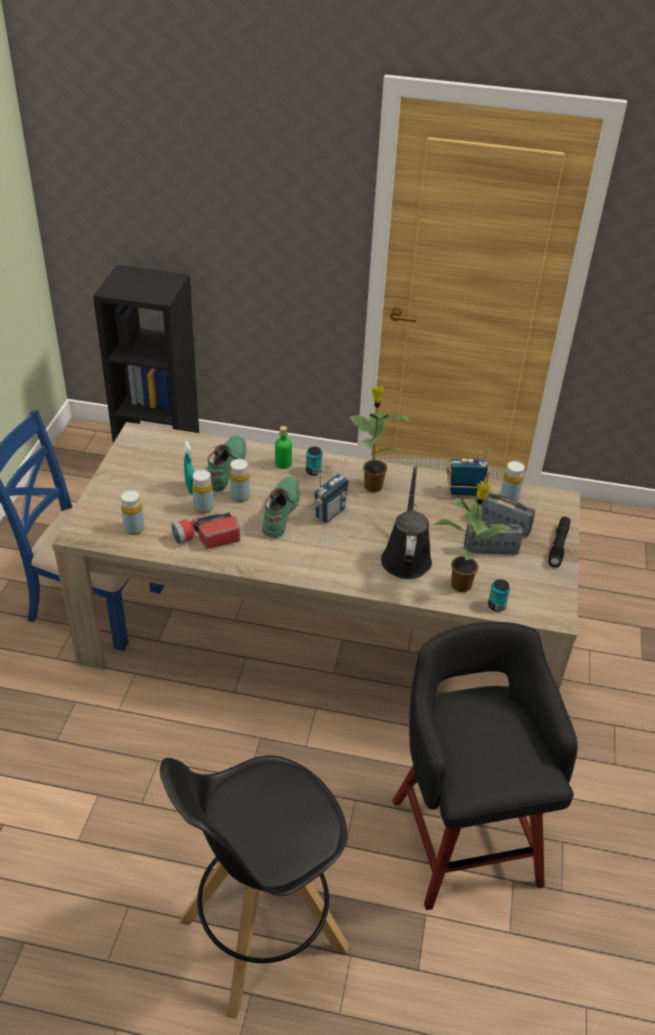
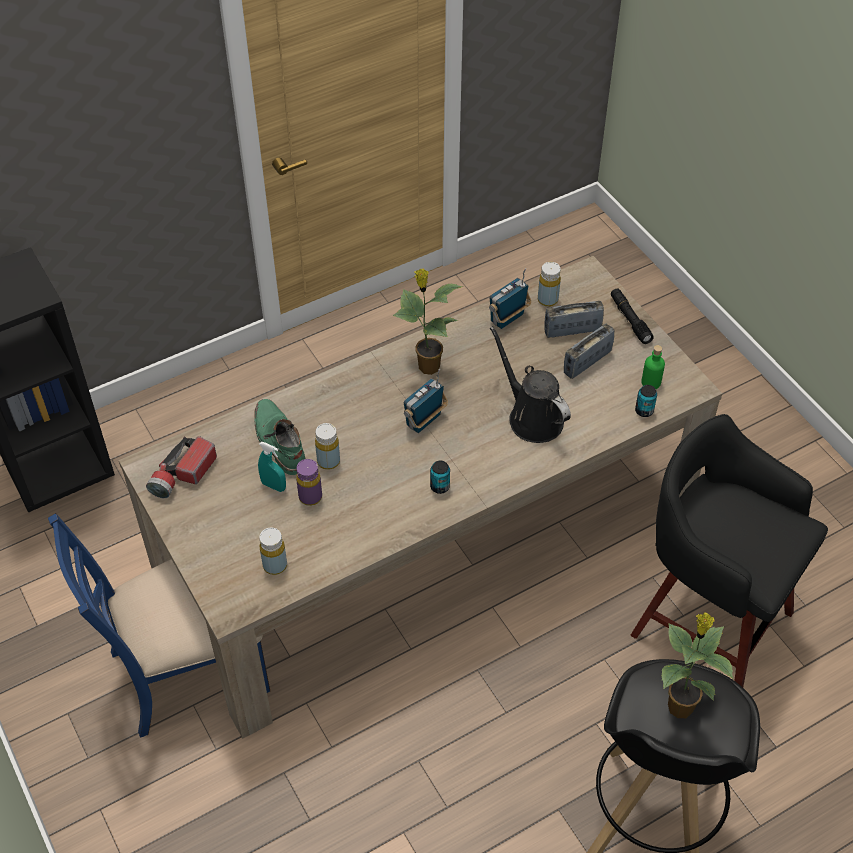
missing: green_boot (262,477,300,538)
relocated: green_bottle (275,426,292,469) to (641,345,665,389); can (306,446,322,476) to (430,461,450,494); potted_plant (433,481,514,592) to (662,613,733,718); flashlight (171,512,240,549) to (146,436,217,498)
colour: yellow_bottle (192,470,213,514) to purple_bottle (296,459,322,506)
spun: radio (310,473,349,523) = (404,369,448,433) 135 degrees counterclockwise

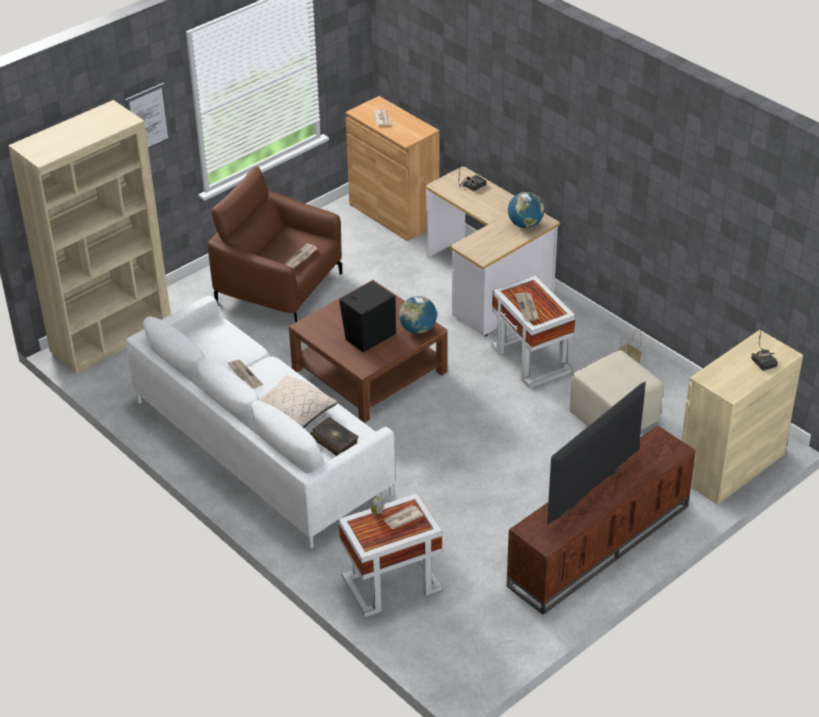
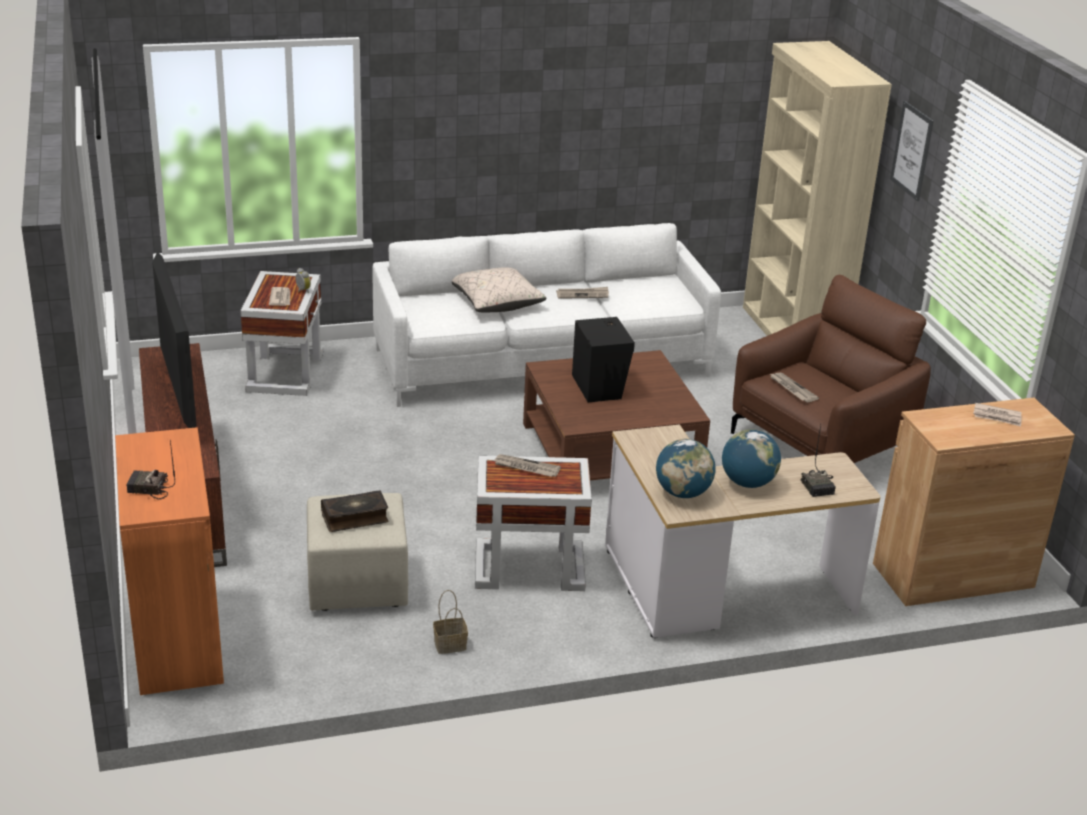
relocated: globe (399,296,437,334) to (722,429,781,488); book (310,417,359,456) to (321,490,388,532)
colour: beige_cabinet (681,330,803,505) to orange_cabinet (115,427,224,695)

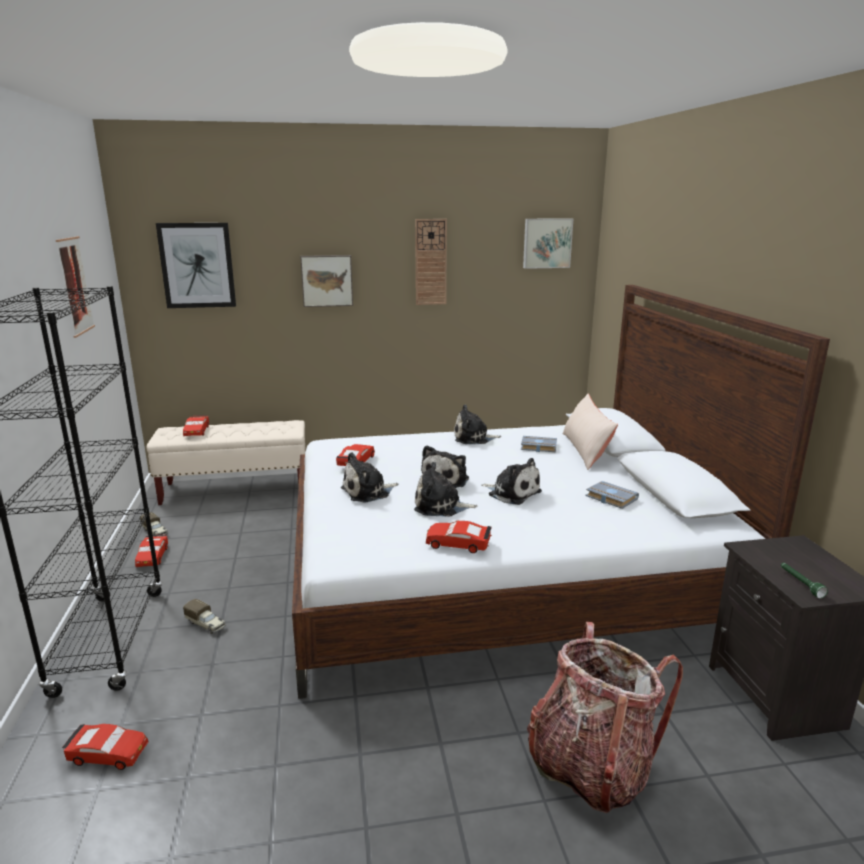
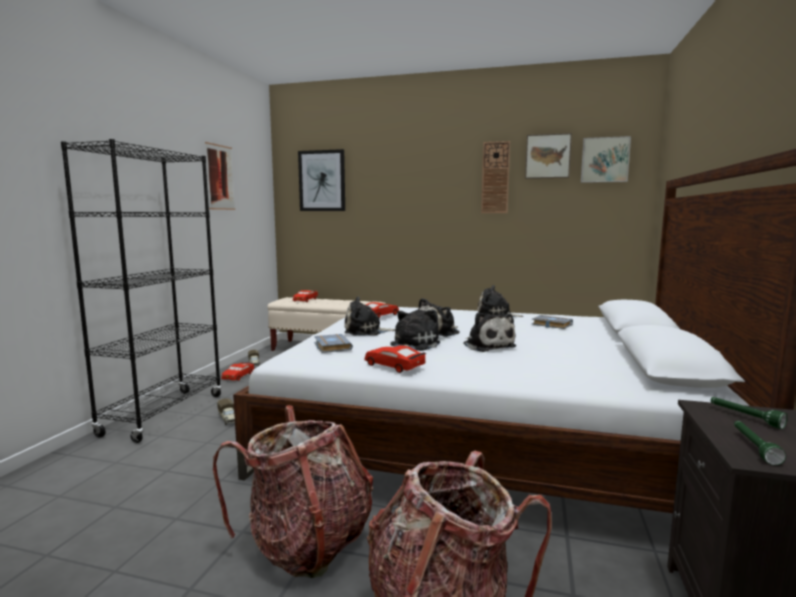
missing: beige_pillow (562,394,618,470); red_toy_car (62,724,149,770)
appeared: green_flashlight (711,397,788,429); backpack (213,405,373,578)
relocated: picture (300,255,353,307) to (525,133,572,179); grey_book (586,481,639,509) to (314,334,353,353)
spun: plush_toy (414,462,478,517) = (390,310,440,351) 90 degrees clockwise

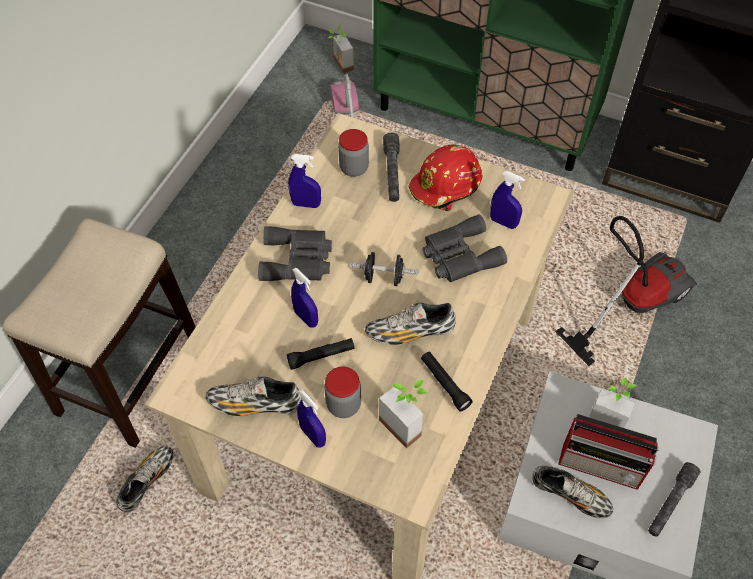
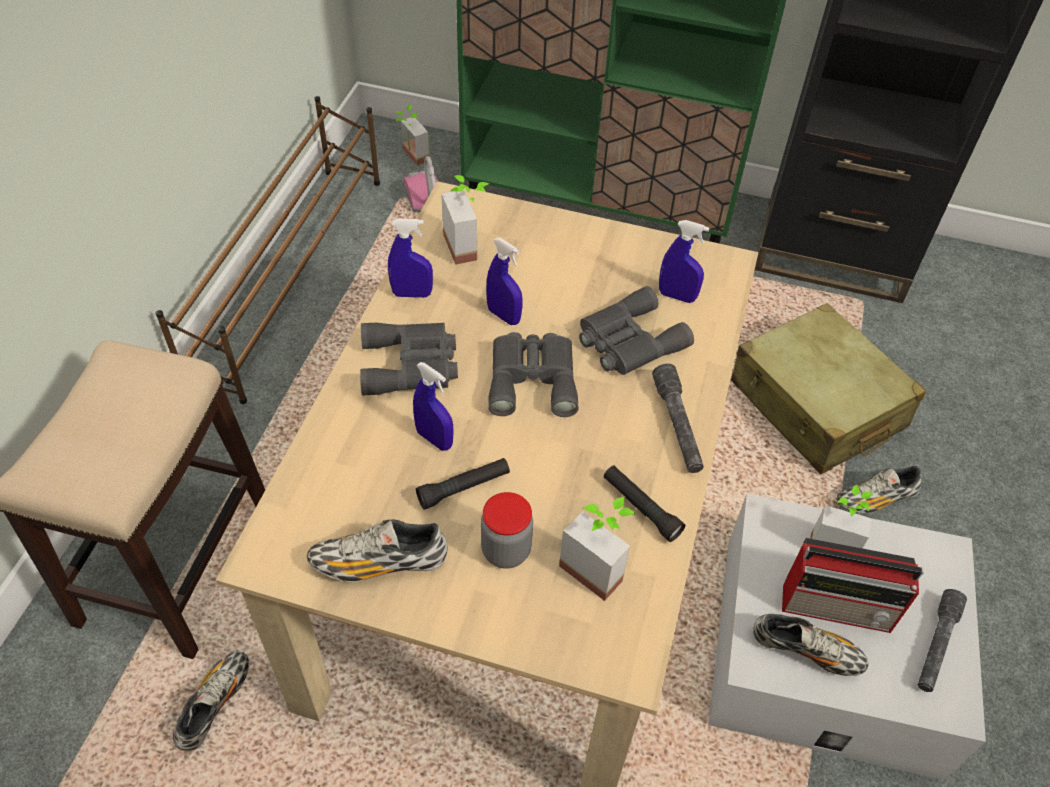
missing: red_hard_hat (408,145,482,211)
appeared: brown_shoe_rack (156,96,380,404)
relocated: grey_flashlight (383,132,400,202) to (652,363,704,473); shoe (365,303,456,345) to (837,466,922,513); blue_spray_bottle (297,389,326,448) to (486,238,523,325)
exchanged: jar (338,129,369,177) to potted_plant (441,175,489,265); vacuum_cleaner (555,216,697,366) to beige_suitcase (731,303,926,474); black_dumbbell (350,252,419,286) to grey_binoculars (488,332,578,417)

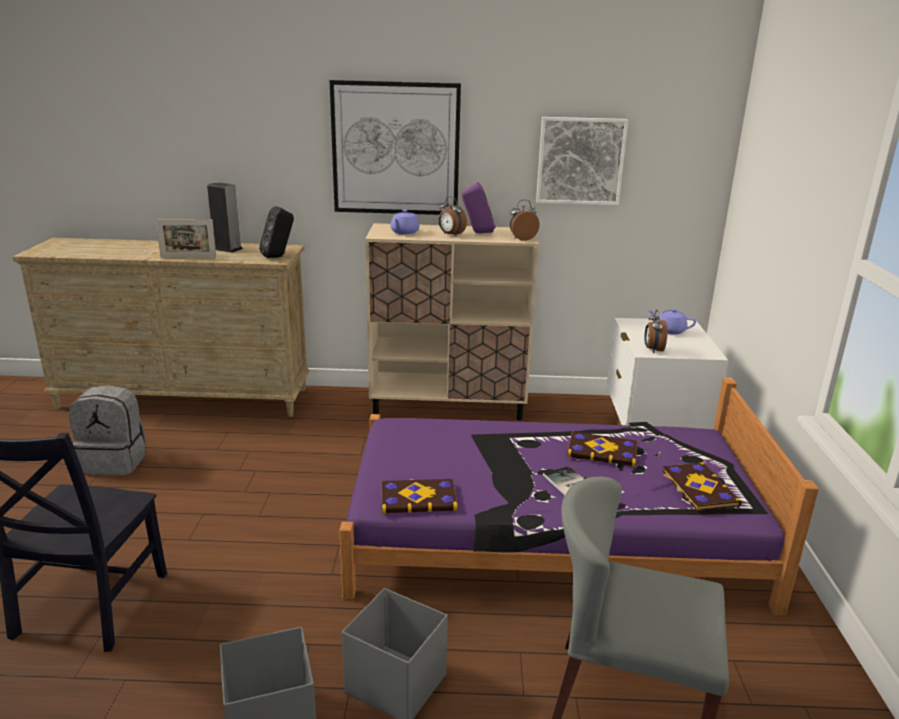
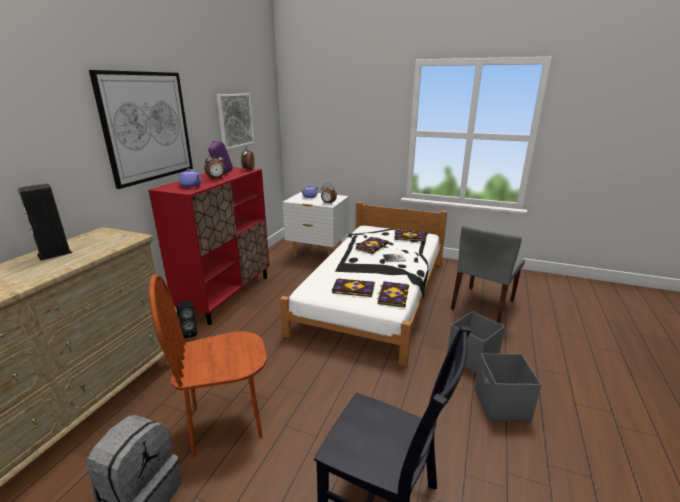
missing: picture_frame (156,219,216,258)
appeared: brown_chair (149,274,266,457); book (332,278,375,297)
relocated: black_speaker (259,206,294,258) to (178,300,197,338)
colour: beige_cabinet (365,223,539,420) to red_cabinet (148,167,269,325); purple_bed (339,378,819,615) to white_bed (280,202,447,366)

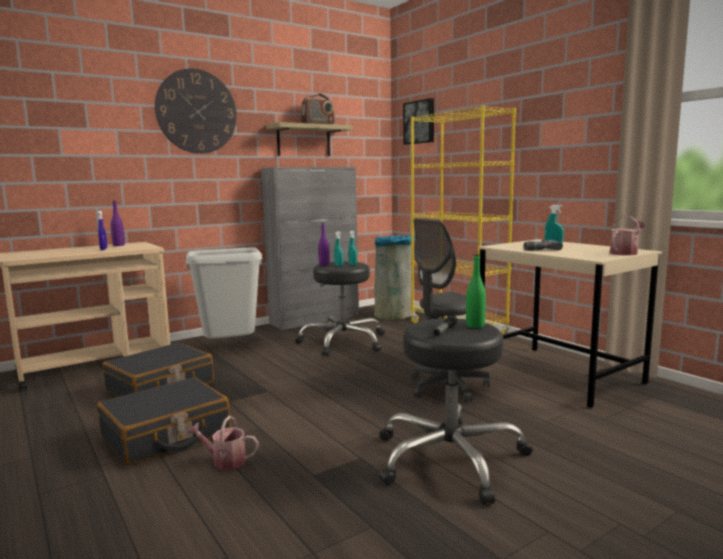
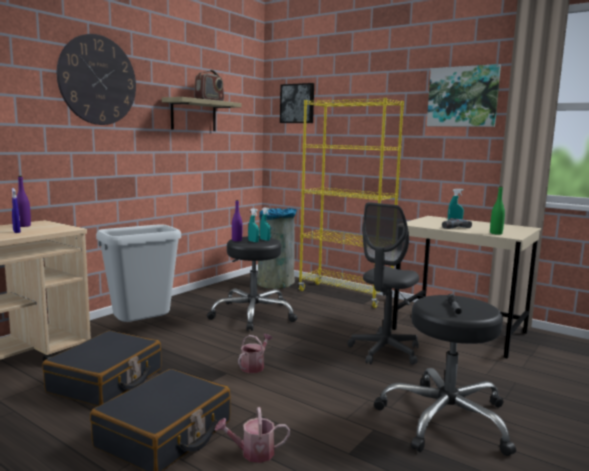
missing: grey_cabinet (261,167,359,330)
appeared: picture (427,64,501,127)
relocated: watering_can (610,216,645,255) to (238,334,273,373); green_bottle (466,254,486,328) to (490,186,505,235)

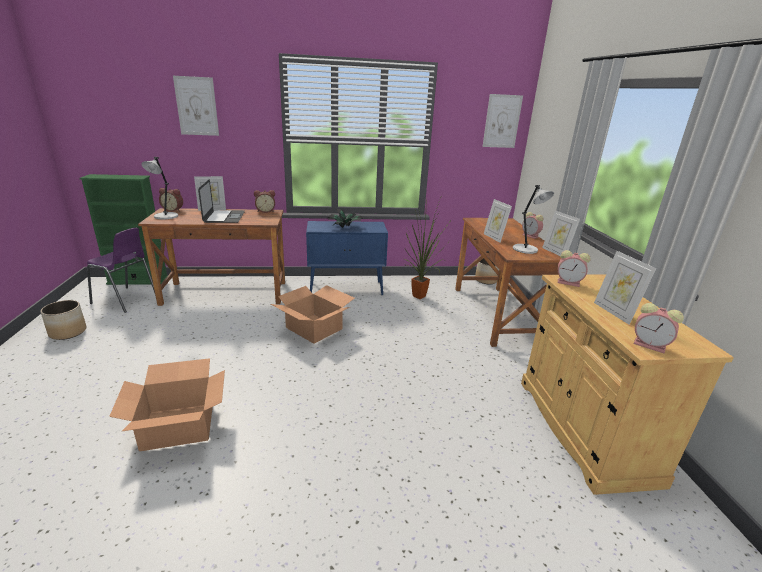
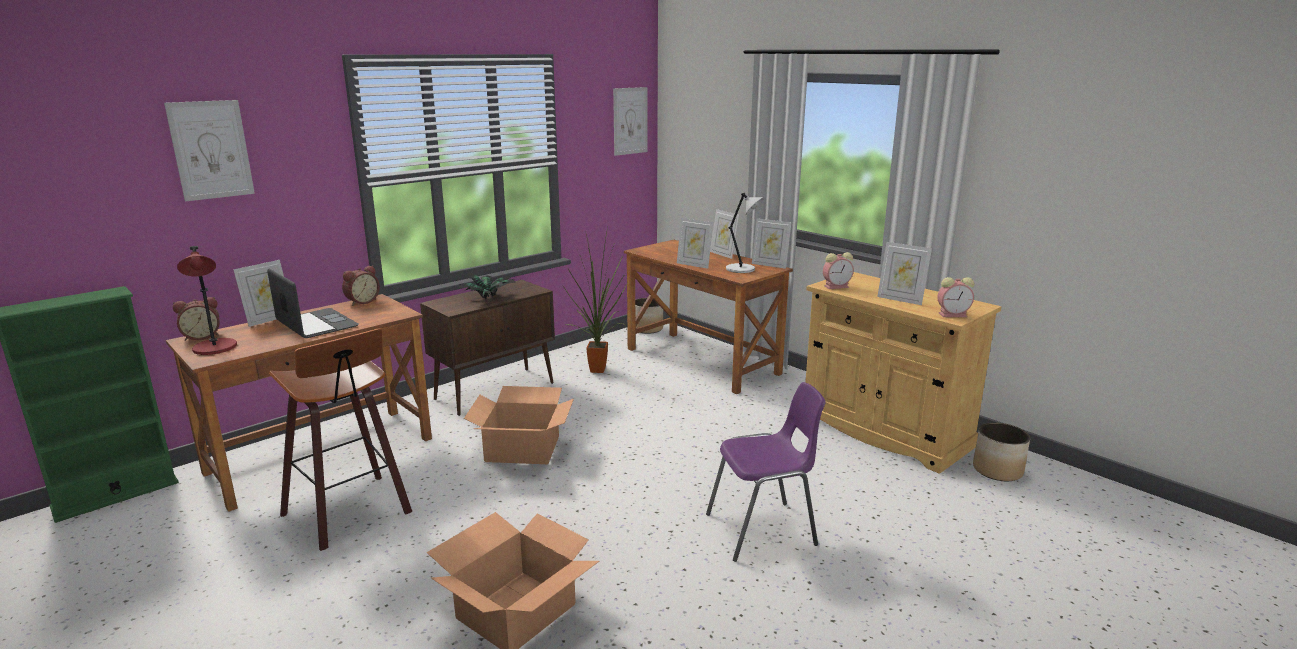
appeared: stool (269,328,412,551)
relocated: purple_chair (87,228,155,313) to (706,382,826,562); planter (40,300,86,340) to (973,422,1030,481)
exchanged: alarm_clock (522,212,543,239) to picture_frame (710,209,739,259)
colour: grey_table_lamp (141,157,178,220) to red_table_lamp (177,246,237,355); blue_cabinet (306,221,388,296) to brown_cabinet (420,280,555,416)

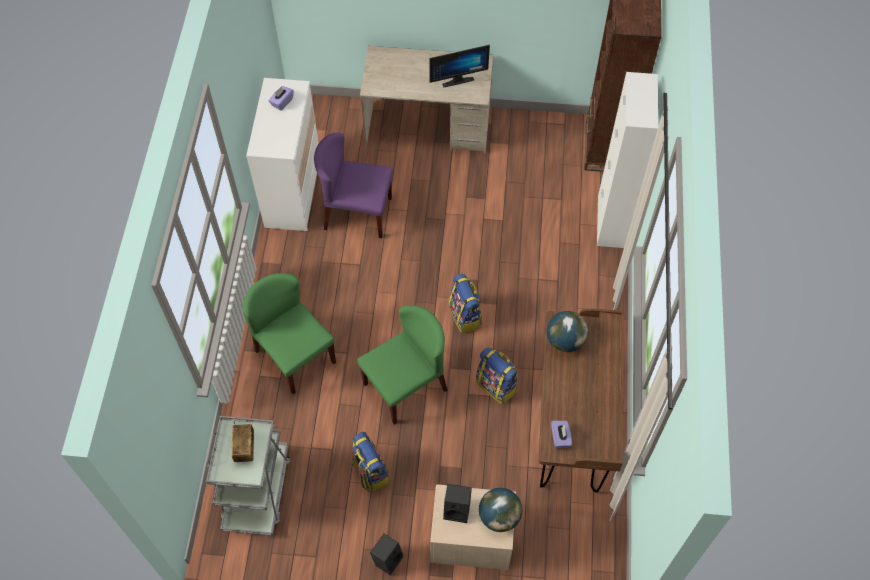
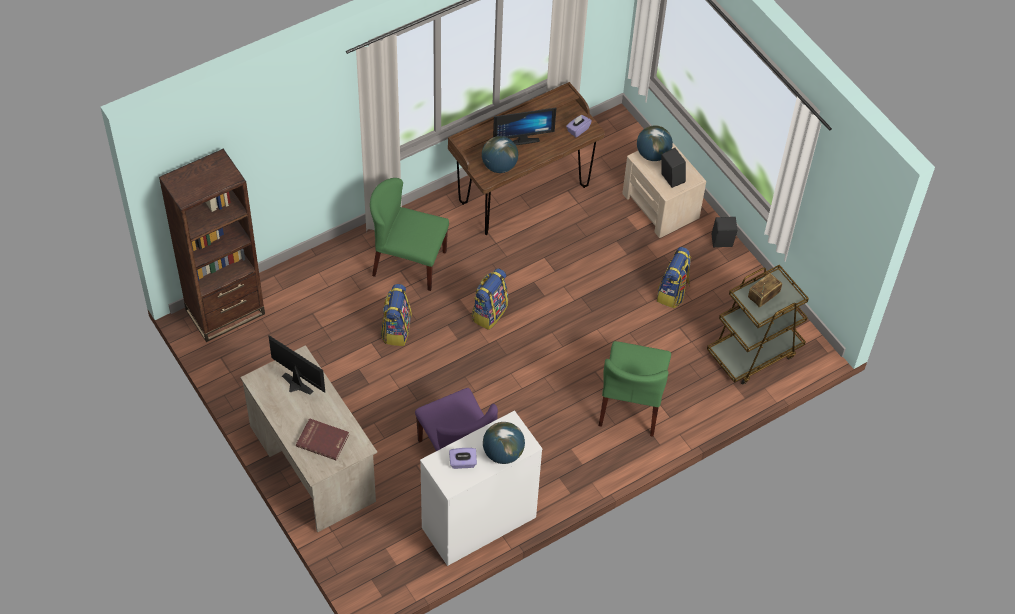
missing: white_cabinet (597,72,658,248)
appeared: monitor (493,108,556,145); red_book (296,418,349,460); globe (483,422,525,464)
relocated: green_chair (357,305,447,425) to (370,178,449,291); backpack (476,347,519,405) to (381,284,412,346)
colour: grey_cart (206,416,291,536) to brown_cart (707,265,809,385)

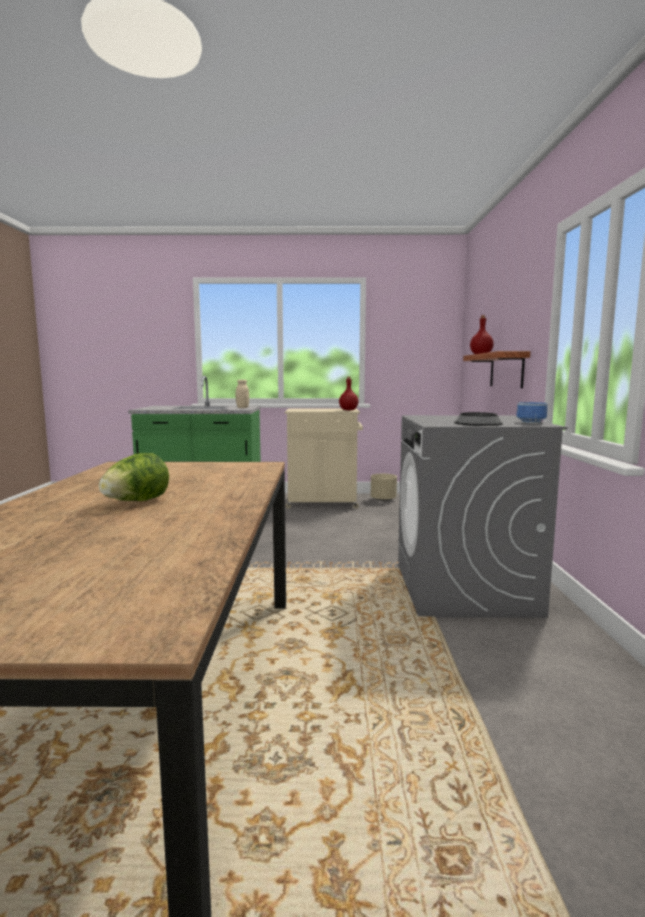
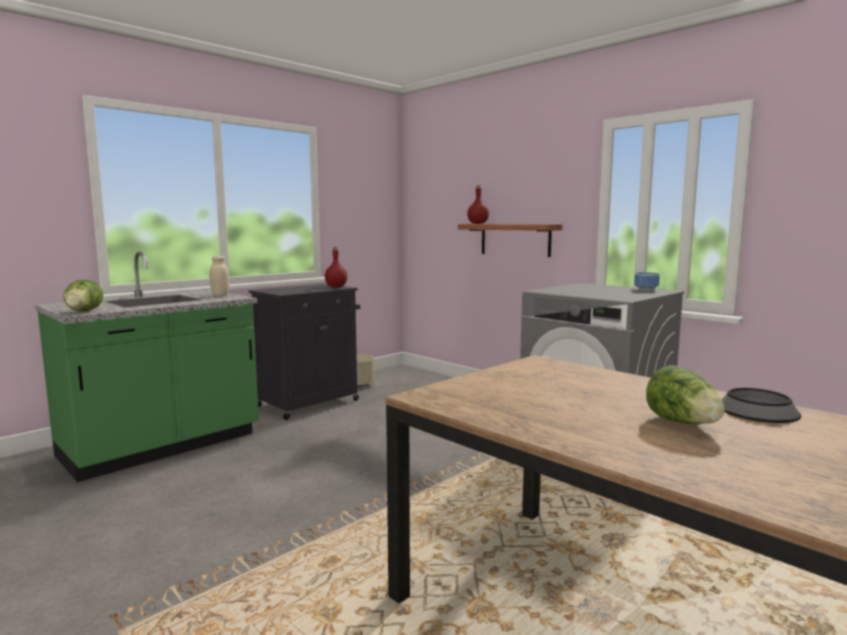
appeared: lettuce (63,280,104,312)
relocated: bowl (454,412,503,426) to (722,388,802,423)
colour: beige_cabinet (285,408,363,509) to black_cabinet (248,284,360,420)

